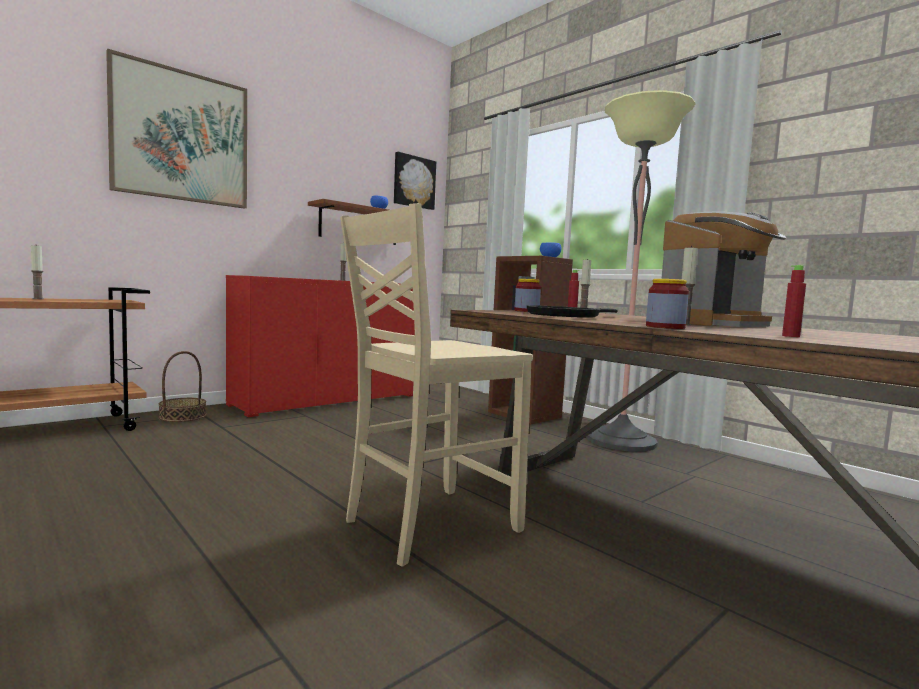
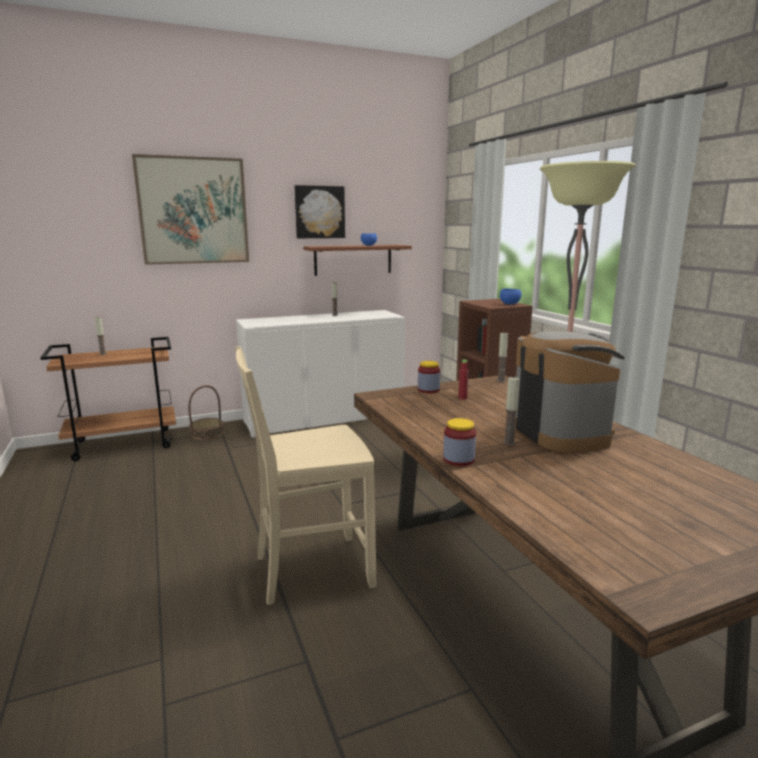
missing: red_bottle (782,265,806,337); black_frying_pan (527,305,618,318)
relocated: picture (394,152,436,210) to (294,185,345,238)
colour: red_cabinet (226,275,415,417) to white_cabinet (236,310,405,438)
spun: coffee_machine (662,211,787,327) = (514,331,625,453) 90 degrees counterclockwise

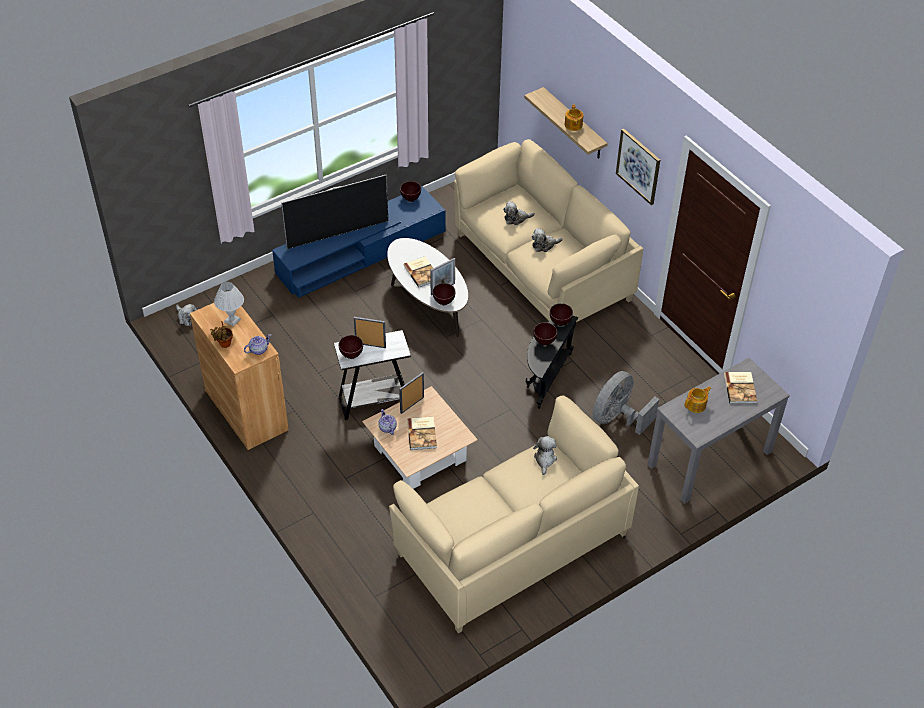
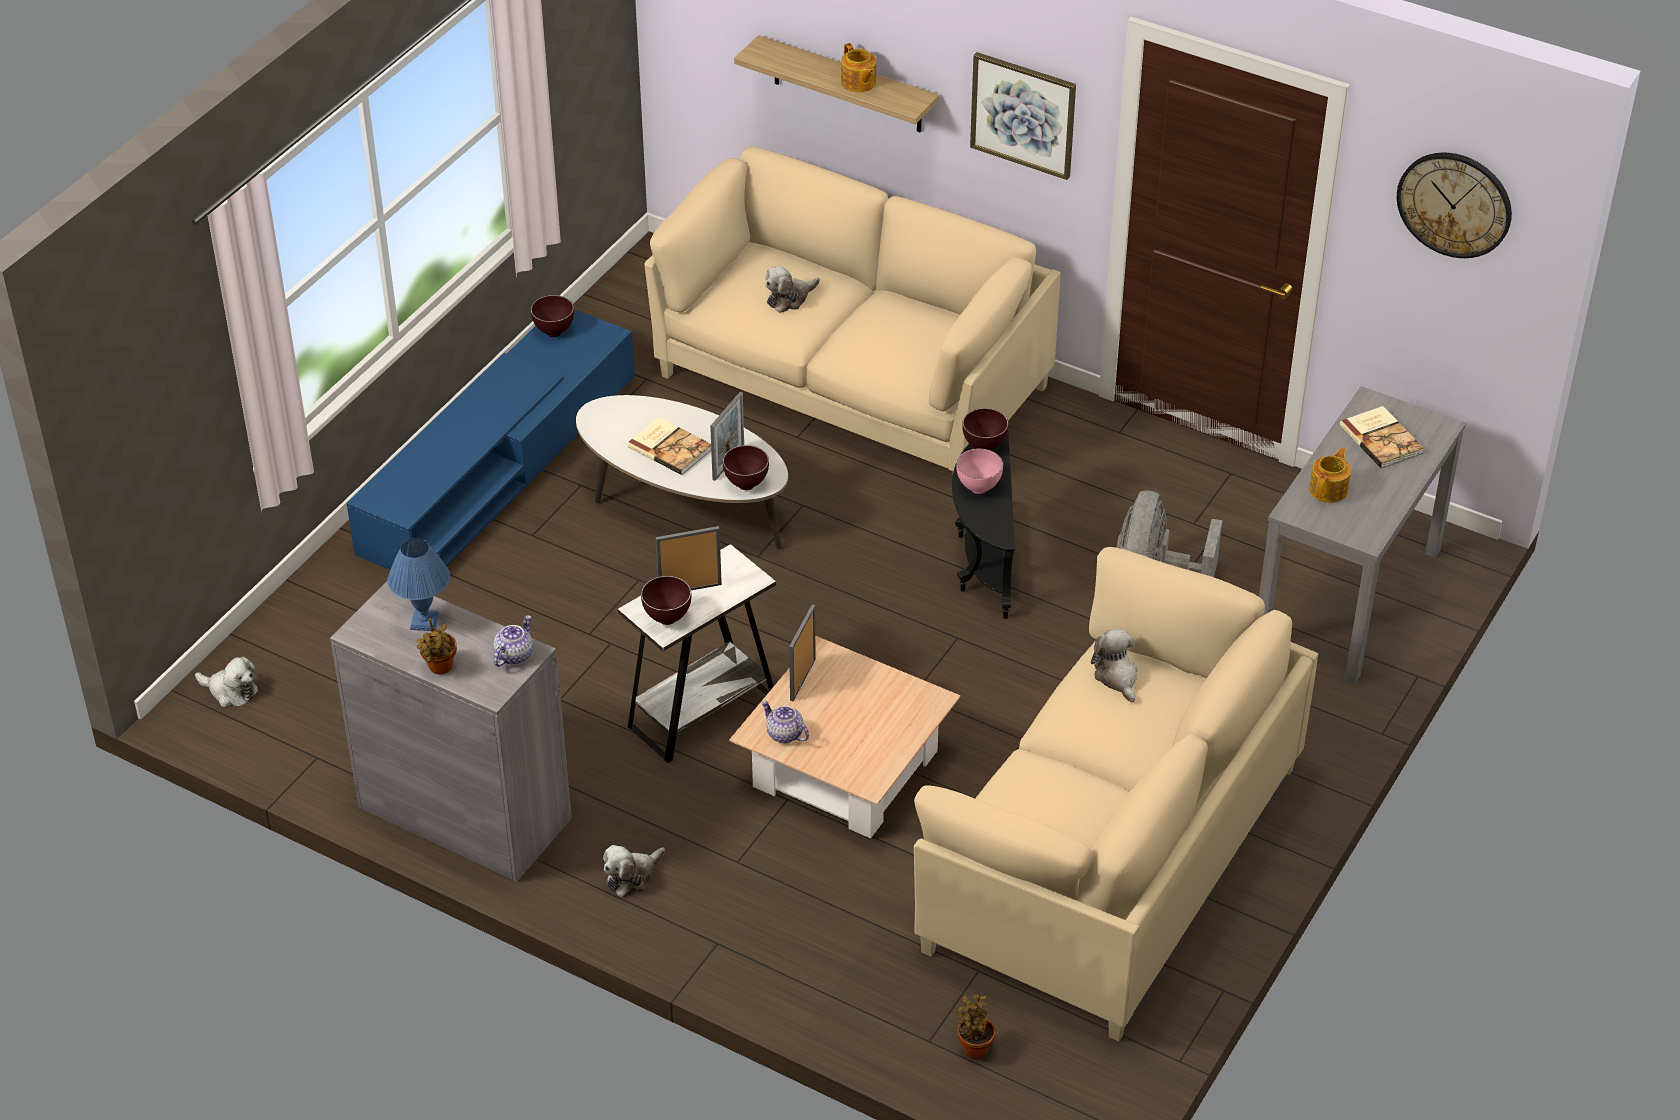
missing: television (281,175,388,249); book (407,417,437,450)
appeared: wall_clock (1397,153,1512,258); potted_plant (957,994,995,1059)
relocated: plush_toy (532,228,563,252) to (603,845,665,898)
colour: white_table_lamp (214,282,244,326) to blue_table_lamp (387,538,450,631); brown_cabinet (190,303,289,450) to grey_cabinet (330,581,572,882); brown_bowl (534,322,557,345) to pink_bowl (956,448,1003,494)

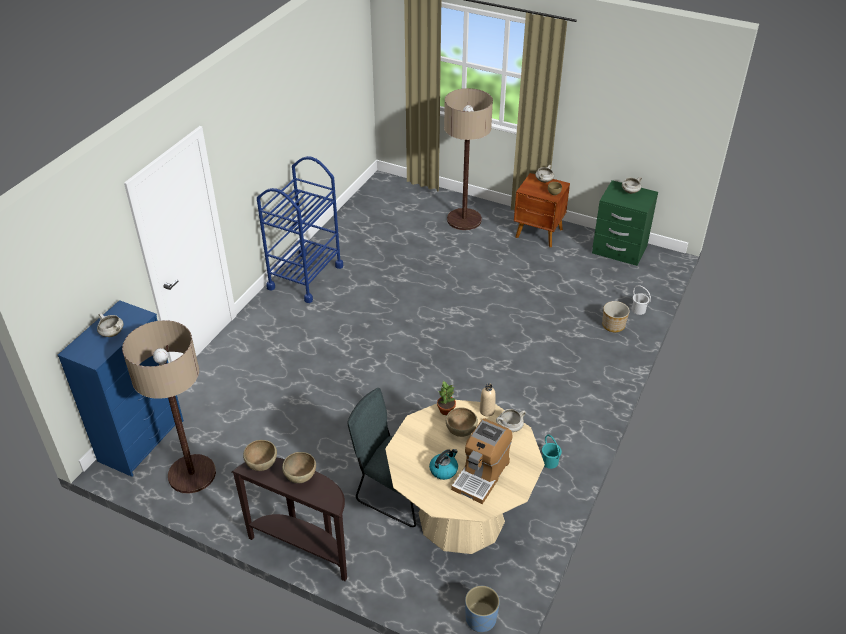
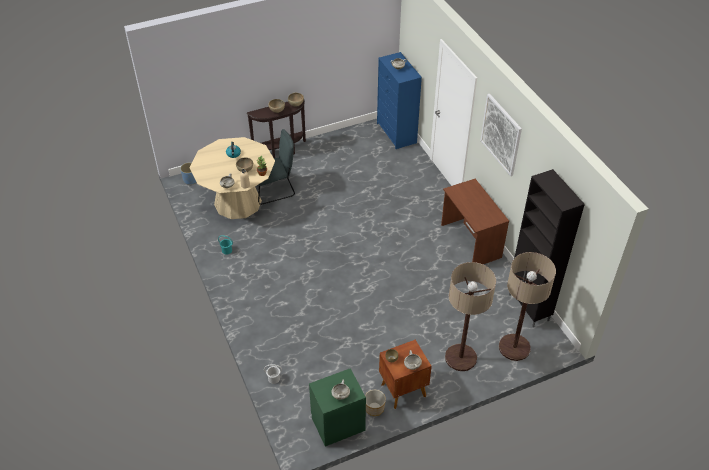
missing: coffee_machine (451,418,513,504)
appeared: picture (480,94,522,176); black_cabinet (509,169,585,327)
relocated: planter (602,301,630,332) to (365,390,386,416); floor_lamp (122,320,216,494) to (499,252,556,361)
exchanged: blue_cart (257,156,343,303) to brown_desk (441,179,509,264)

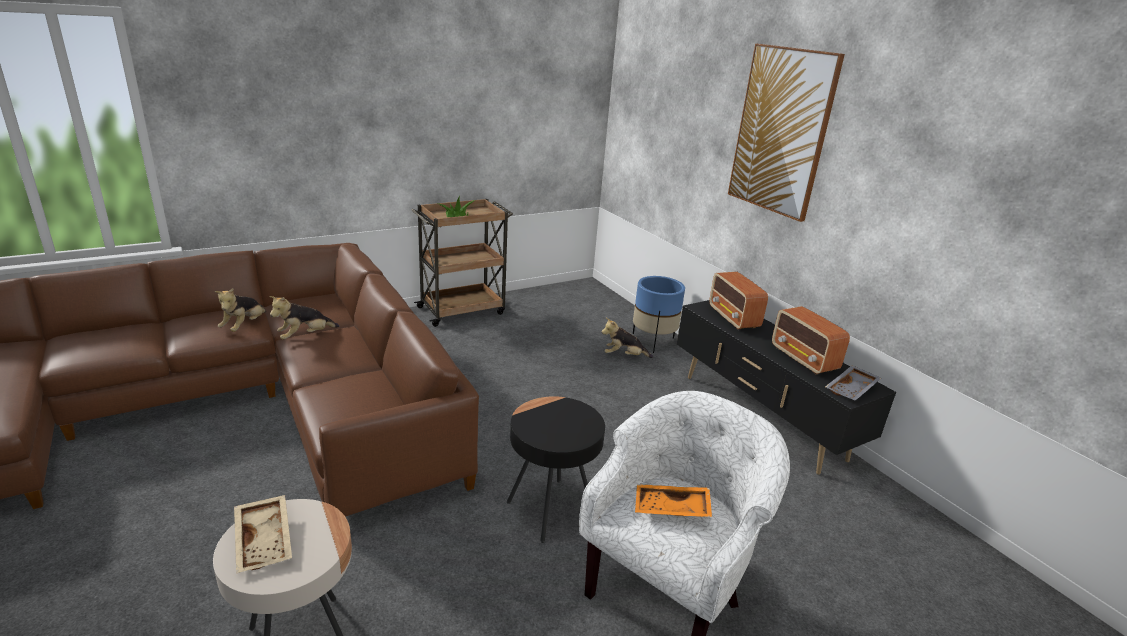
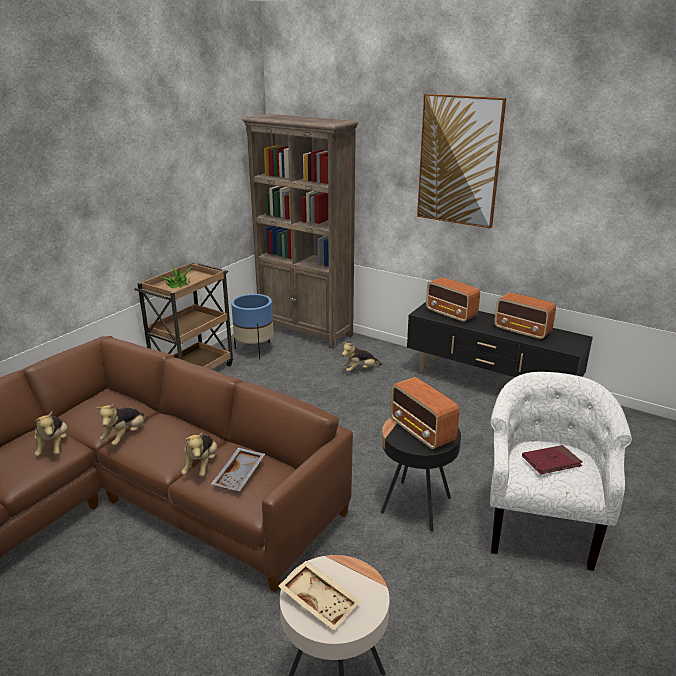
appeared: brown_bookcase (242,114,359,349); radio (390,377,459,450); plush_toy (181,432,217,477)
relocated: blue_planter (633,276,685,353) to (231,294,274,359); grey_tray (825,365,881,400) to (211,448,265,491)
exchanged: orange_tray (635,484,712,517) to red_book (522,445,582,474)

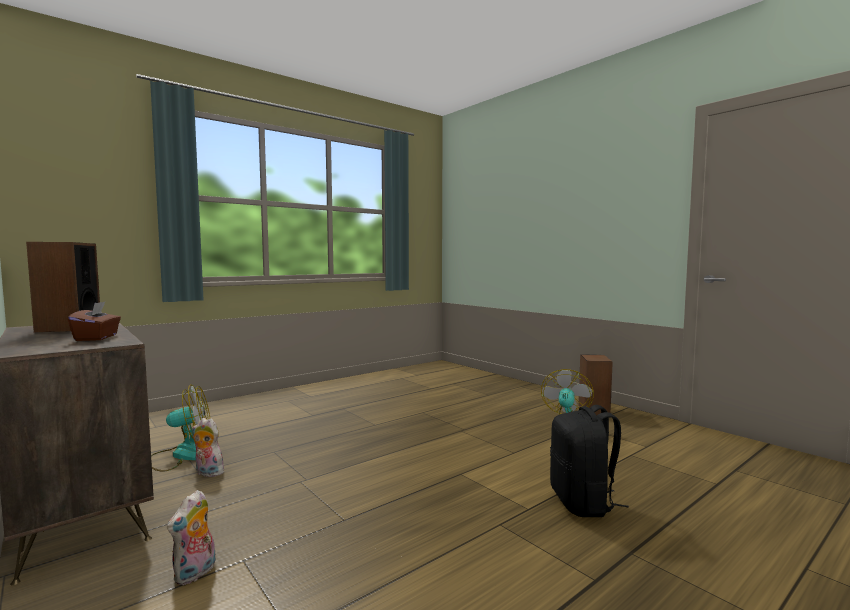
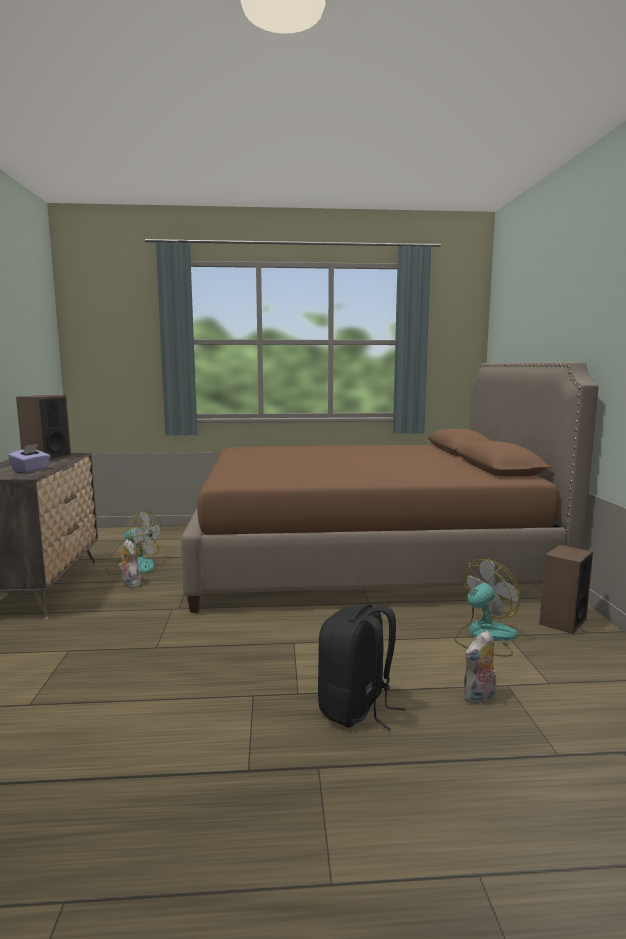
appeared: brown_bed (181,362,599,613)
relocated: plush_toy (167,490,216,585) to (463,630,497,705)
colour: brown_tissue_box (68,301,121,341) to purple_tissue_box (8,444,50,472)

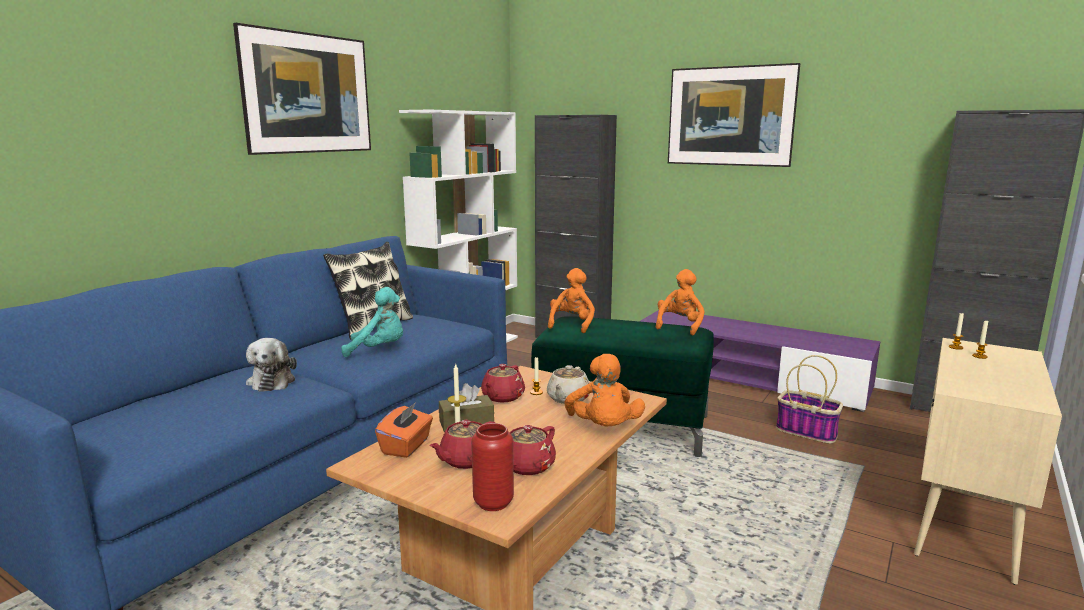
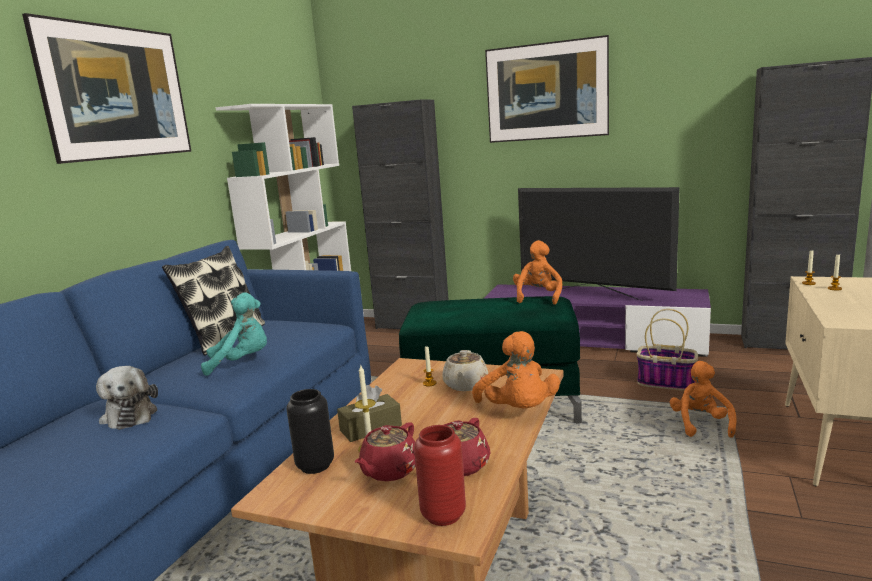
missing: red_teapot (481,364,525,403)
appeared: television (518,187,680,301)
relocated: orange_plush_toy (548,268,595,333) to (670,361,736,438)
exchanged: orange_tissue_box (375,402,433,458) to black_vase (286,389,334,474)

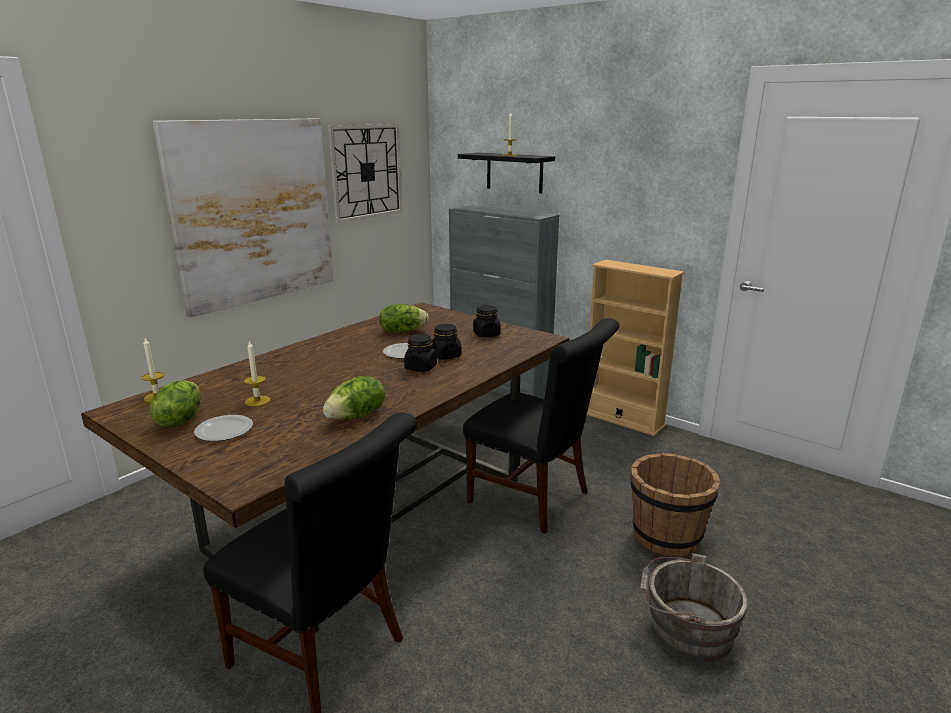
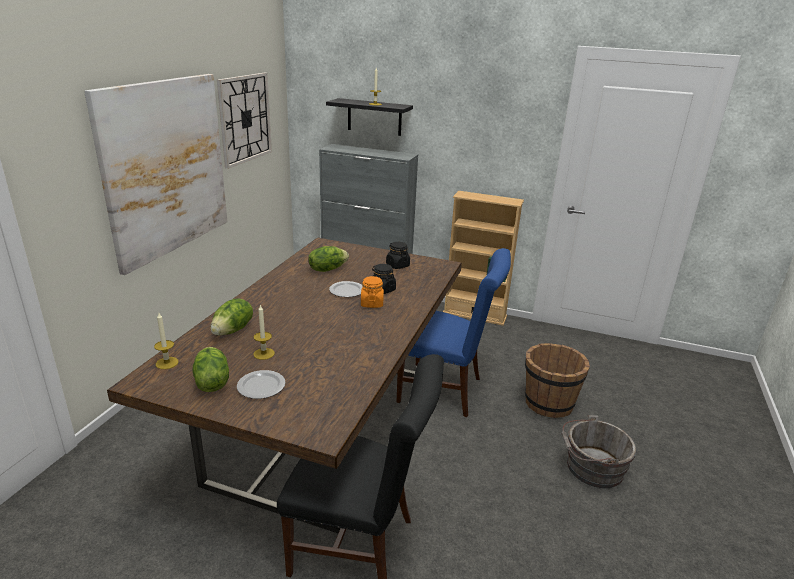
relocated: lettuce (323,376,385,420) to (211,298,253,335)
colour: black_chair (463,318,620,534) to blue_chair (396,248,511,417); black_jar (404,334,437,372) to orange_jar (361,276,384,308)

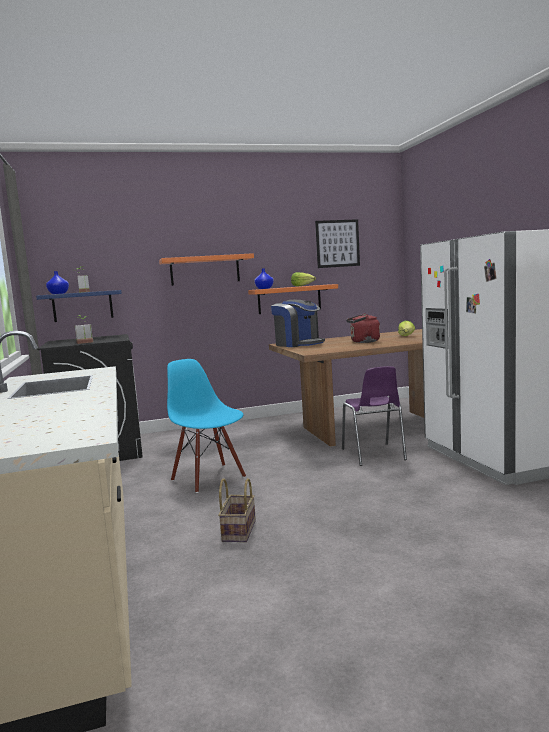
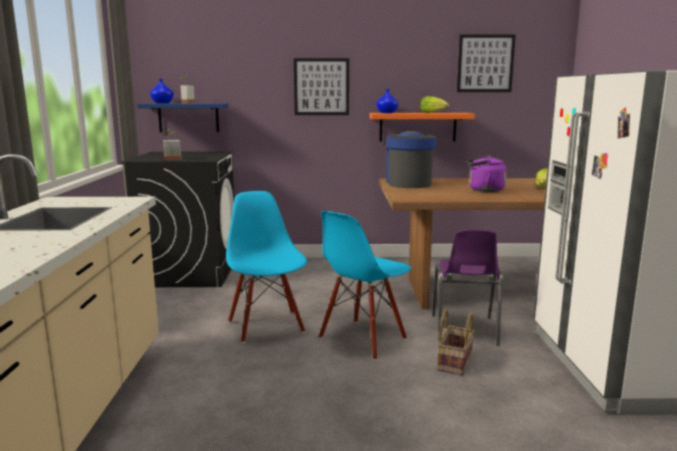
appeared: blue_chair (319,211,412,360)
relocated: basket (218,478,256,542) to (437,309,474,376)
exchanged: orange_shelf (159,253,254,286) to picture (294,58,349,115)
colour: red_kettle (346,313,380,343) to purple_kettle (467,156,507,192)
spun: coffee_machine (271,300,325,347) = (386,131,437,188) 150 degrees counterclockwise

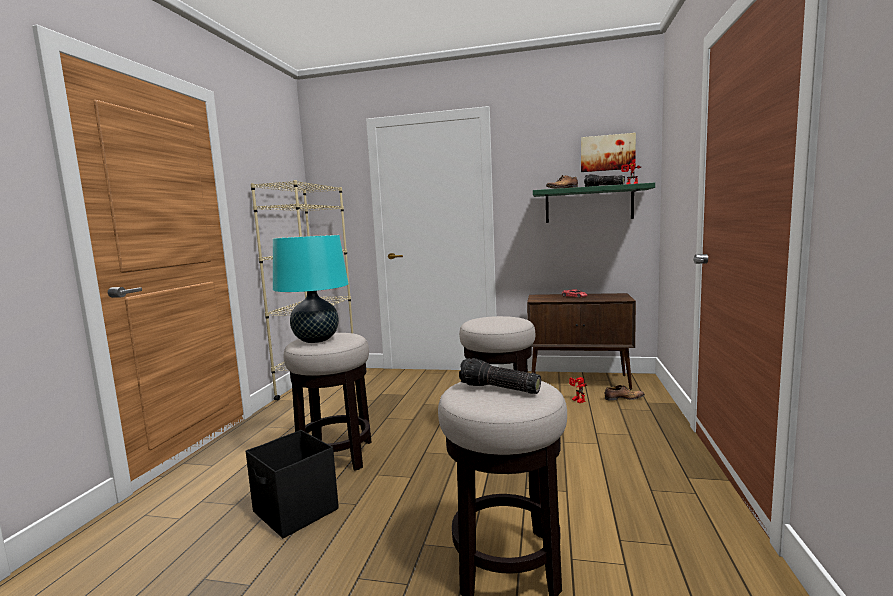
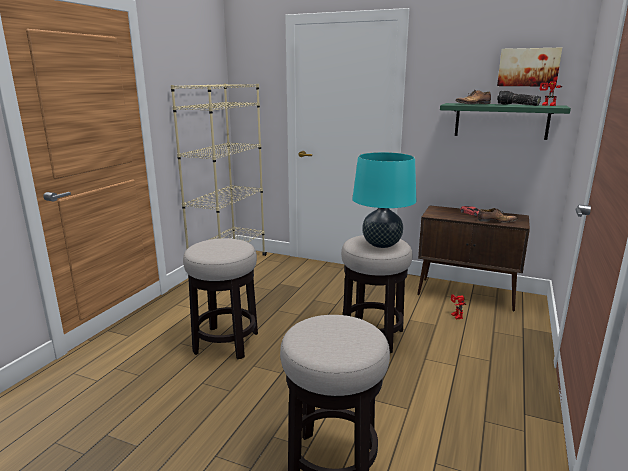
missing: flashlight (459,358,541,394); black_storage_box (246,430,339,538)
relocated: turquoise_table_lamp (273,235,348,343) to (352,152,416,248); shoe (605,385,645,401) to (478,208,518,223)

